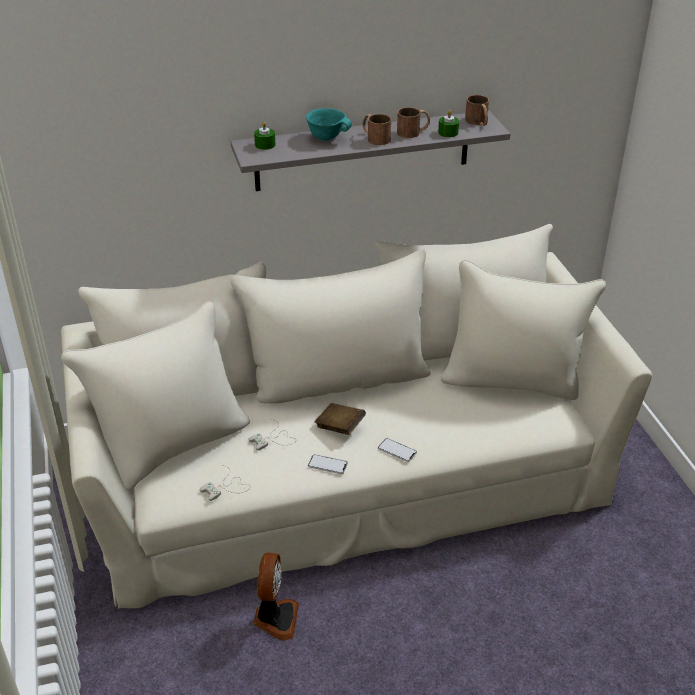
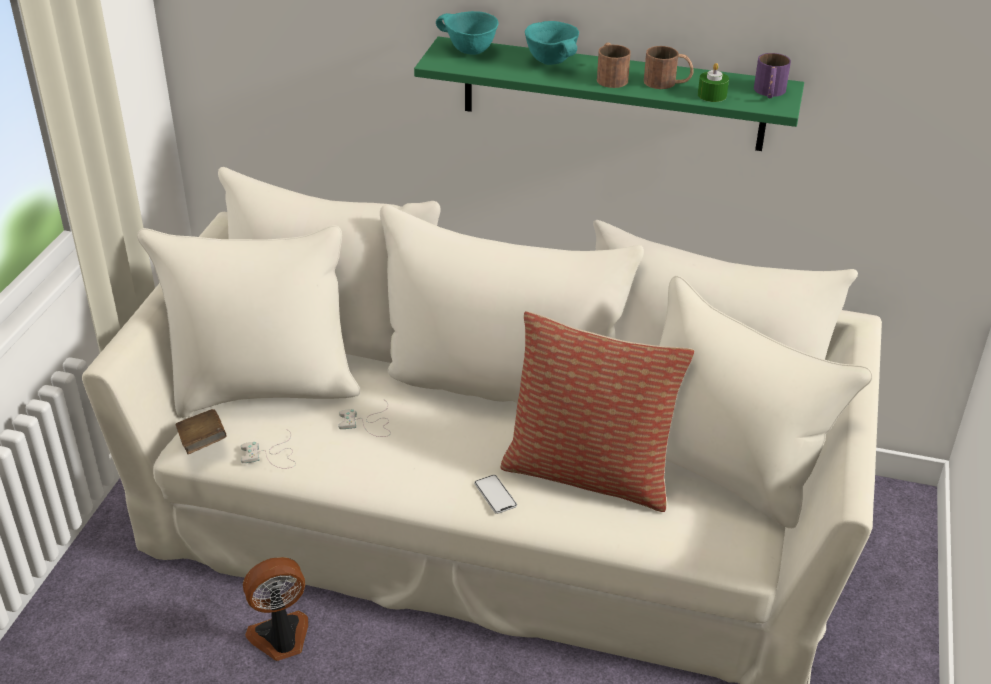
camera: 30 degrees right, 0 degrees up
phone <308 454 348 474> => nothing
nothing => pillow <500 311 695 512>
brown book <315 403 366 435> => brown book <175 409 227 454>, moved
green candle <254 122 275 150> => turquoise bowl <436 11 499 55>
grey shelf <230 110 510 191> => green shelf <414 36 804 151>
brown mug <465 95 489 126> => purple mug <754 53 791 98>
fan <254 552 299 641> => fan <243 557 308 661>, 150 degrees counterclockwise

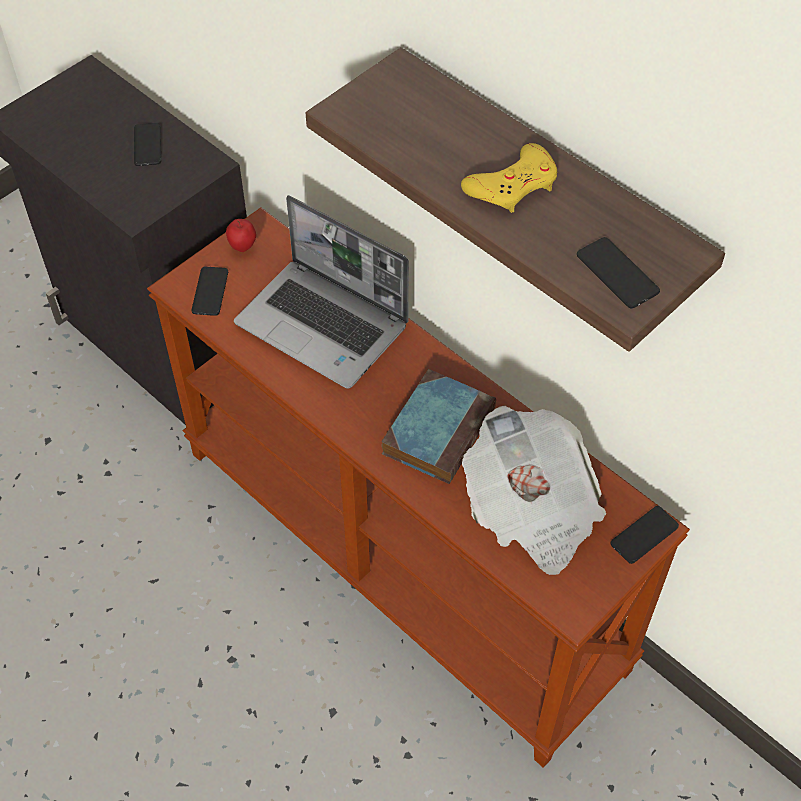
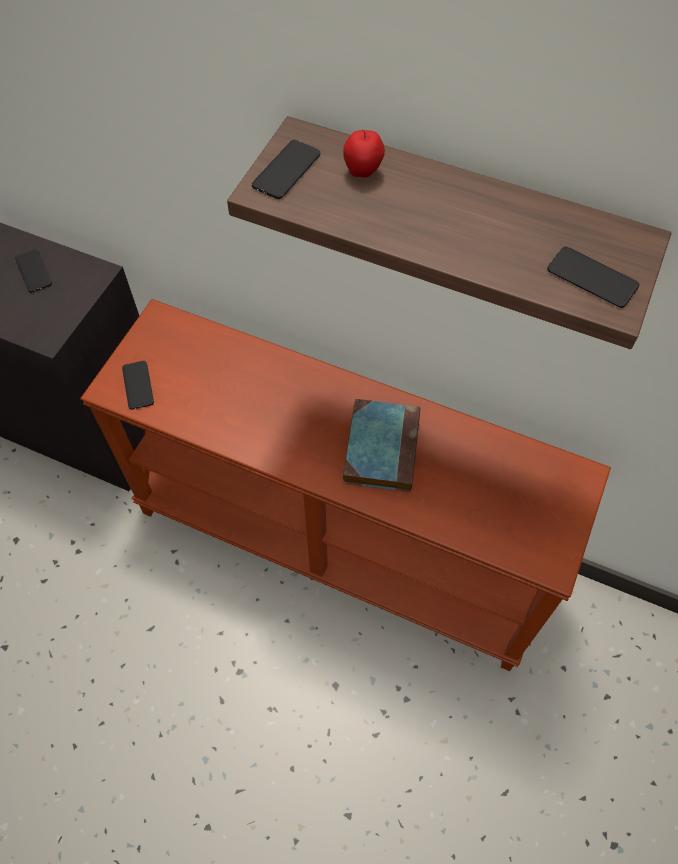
camera: 20 degrees left, 5 degrees up
laptop <234 195 409 389> => nothing
yellow game controller <461 143 557 213> => nothing
newspaper <462 406 606 575> => nothing
apple <226 219 256 252> => apple <343 130 385 178>, moved
phone <610 506 679 564> => phone <252 140 320 199>, moved

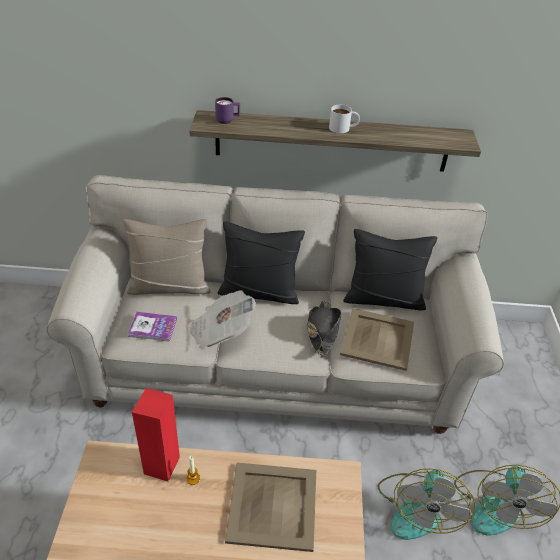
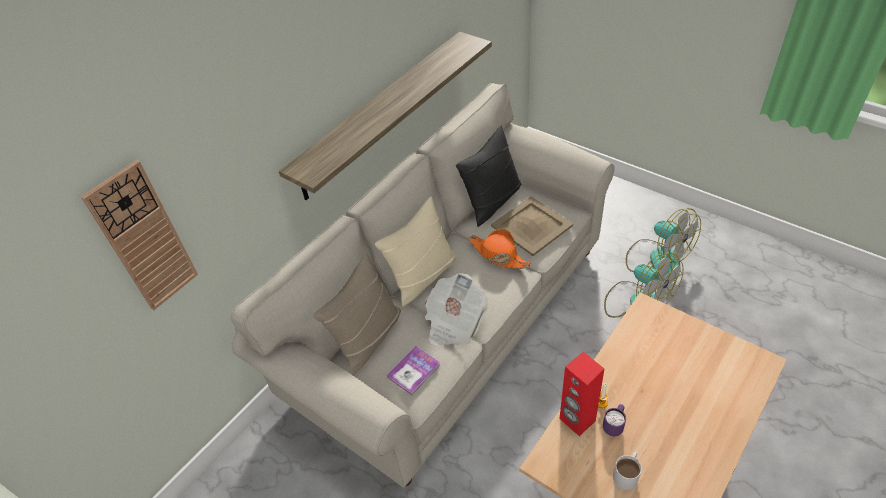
camera: 50 degrees left, 5 degrees up
beige tray <225 462 316 552> => nothing
nothing => wall clock <81 160 198 310>
purple mug <215 97 240 124> => purple mug <603 404 626 436>, moved
white mug <329 105 360 133> => white mug <613 452 642 490>, moved
black pillow <218 221 305 304> => beige pillow <375 197 457 307>
black hat <307 300 341 356> => orange hat <469 229 531 269>

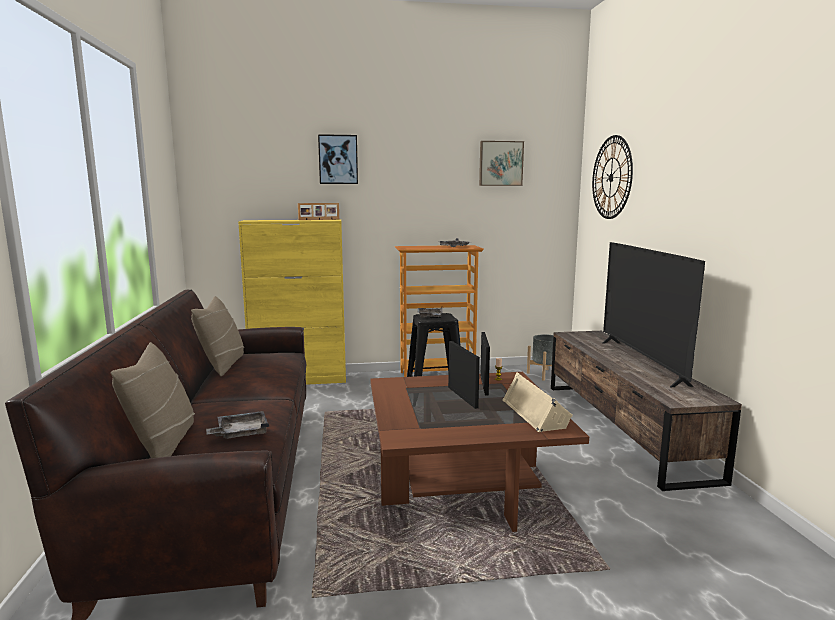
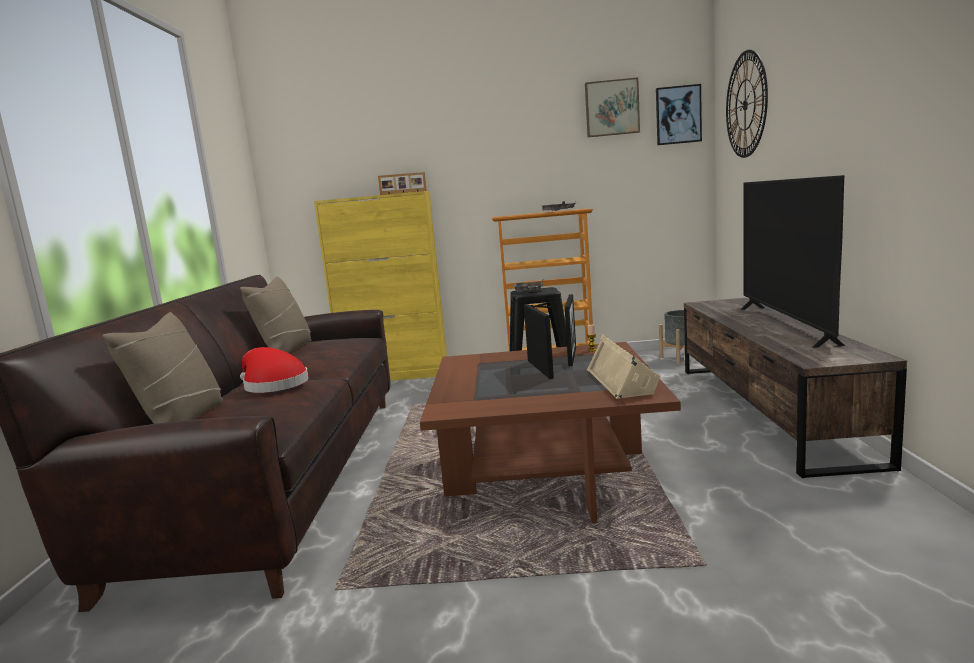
camera: 10 degrees right, 0 degrees up
grey tray <206 411 269 439> => nothing
nothing => red hat <240 347 309 393>
picture <318 134 358 184> => picture <656 84 702 146>, moved

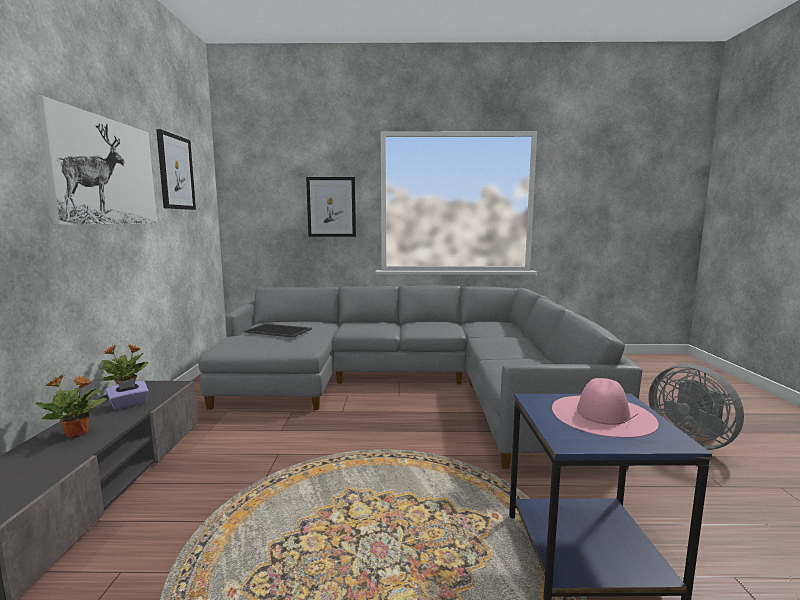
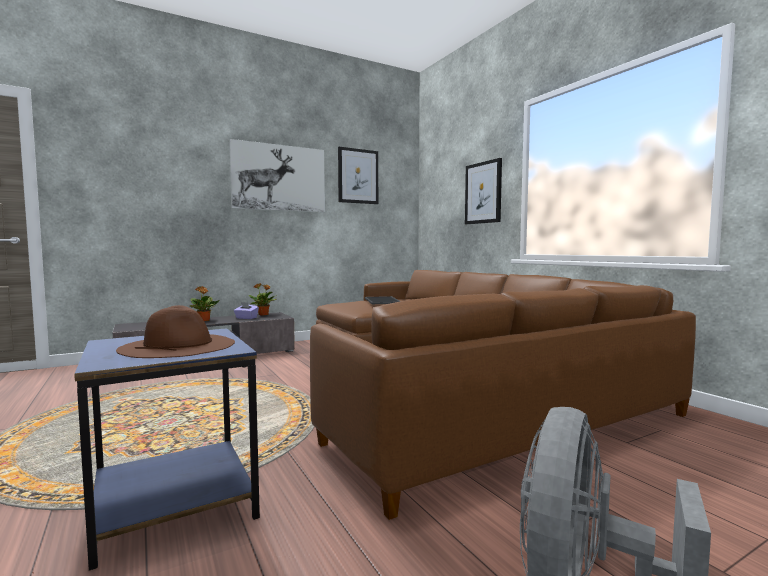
camera: 60 degrees right, 5 degrees down
grey sofa <198 285 643 470> => brown sofa <310 270 696 520>
pink hat <552 378 659 438> => brown hat <116 305 235 358>

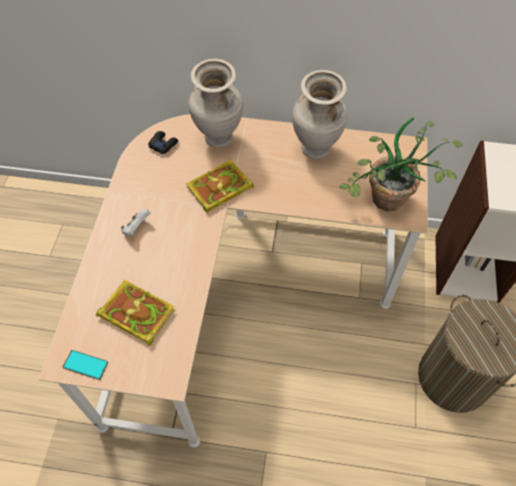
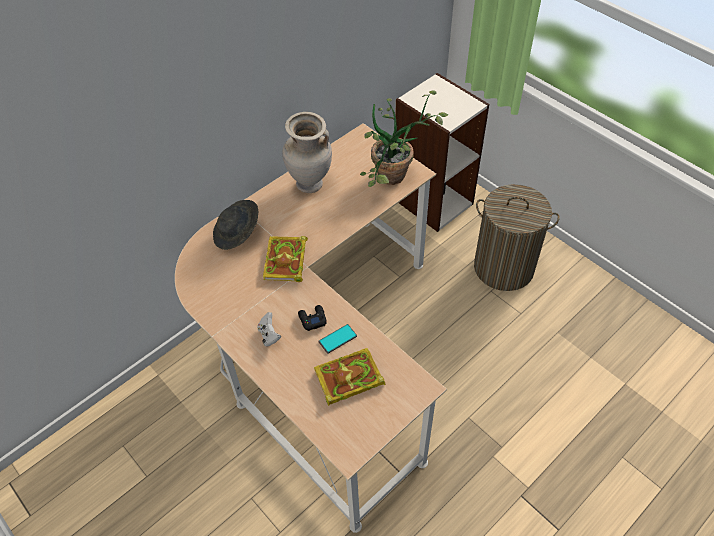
camera: 50 degrees left, 5 degrees down
phone <63 350 108 380> => phone <319 324 357 354>, moved
black game controller <148 131 178 154> => black game controller <298 305 327 331>, moved
beige vase <188 59 243 148> => grey hat <213 200 258 250>

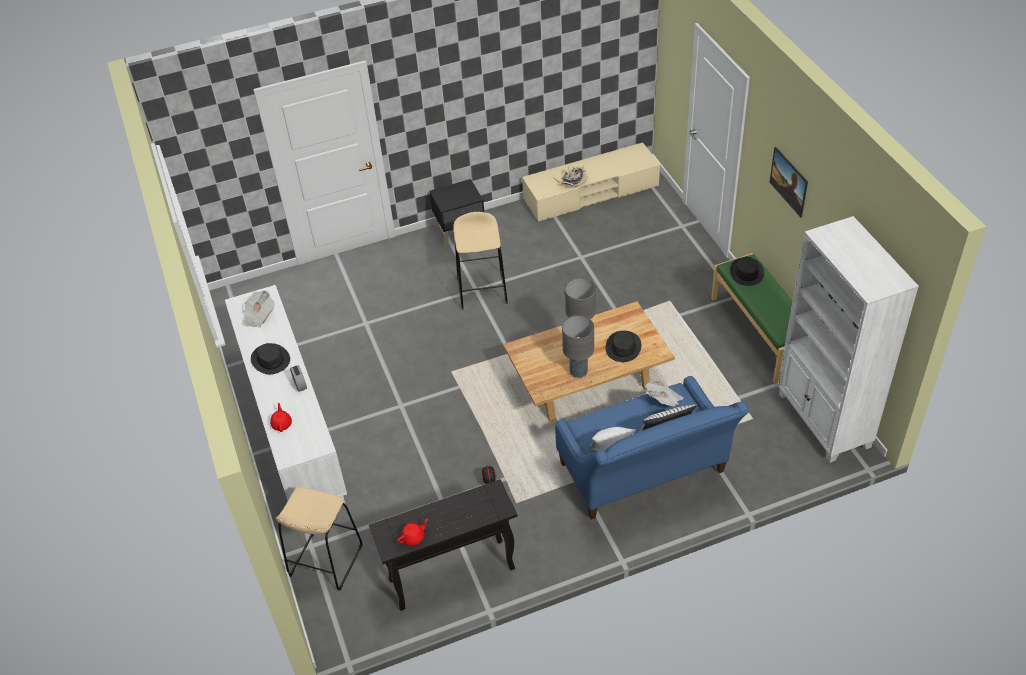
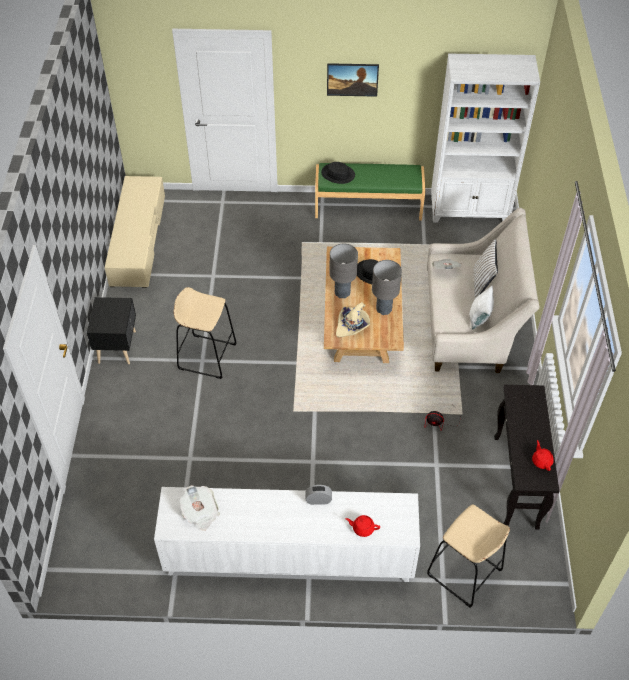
camera: 70 degrees left, 5 degrees up
black hat <251 343 290 374> => nothing
beige hat <553 164 588 187> => beige hat <336 302 370 338>, moved
blue sofa <555 376 749 520> => beige sofa <427 208 539 373>

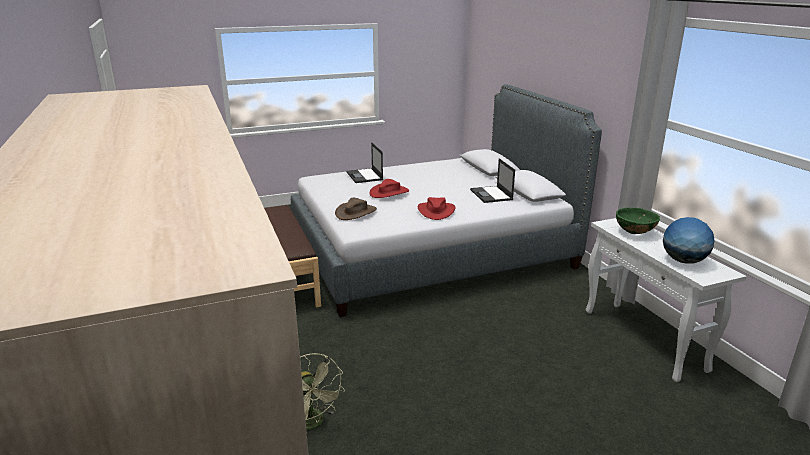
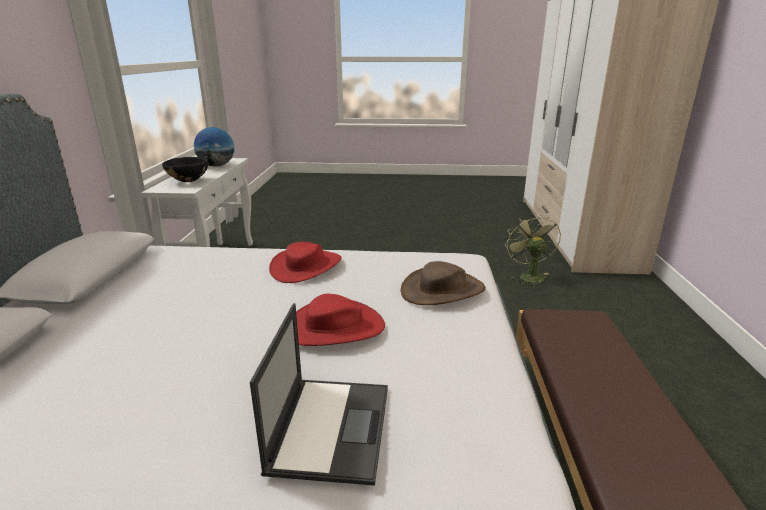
camera: 155 degrees left, 0 degrees up
laptop <470 158 515 203> => nothing
green bowl <616 208 660 234> => black bowl <162 157 208 182>

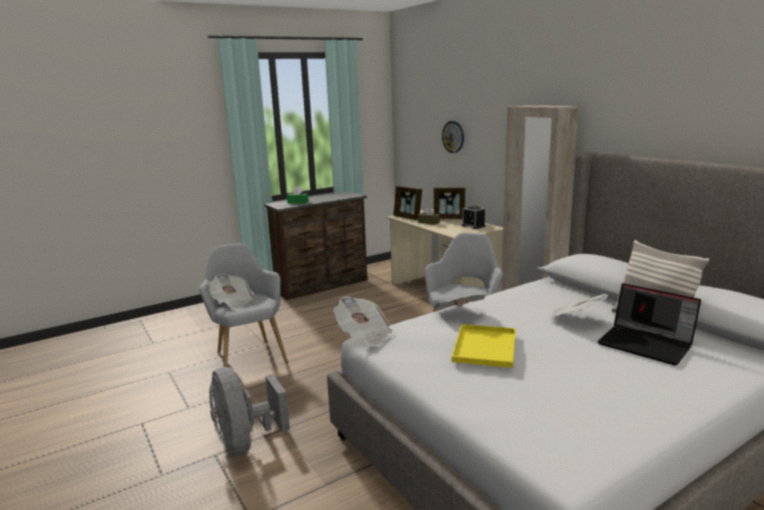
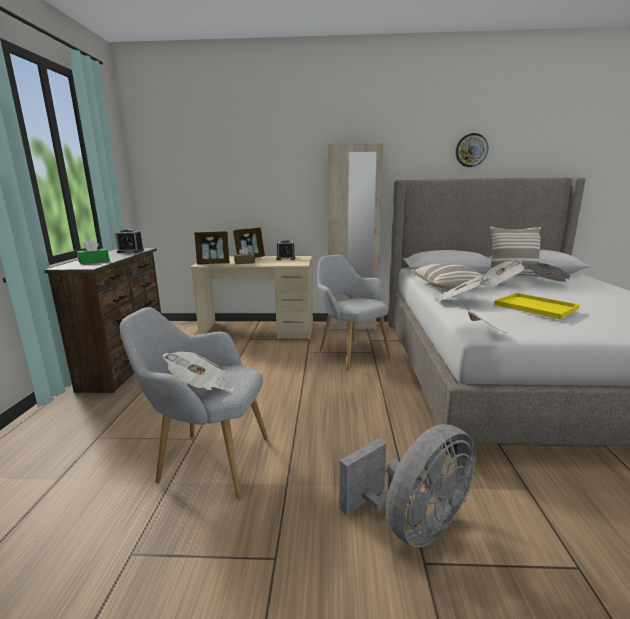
camera: 55 degrees left, 0 degrees up
nothing => alarm clock <115 229 144 253>
nothing => pillow <411 263 489 289>
wall clock <442 121 464 153> => wall clock <455 133 488 167>, moved
laptop <597 283 701 365> => newspaper <527 263 570 282>
grey fan <209 367 290 456> => grey fan <339 424 476 547>, 45 degrees counterclockwise

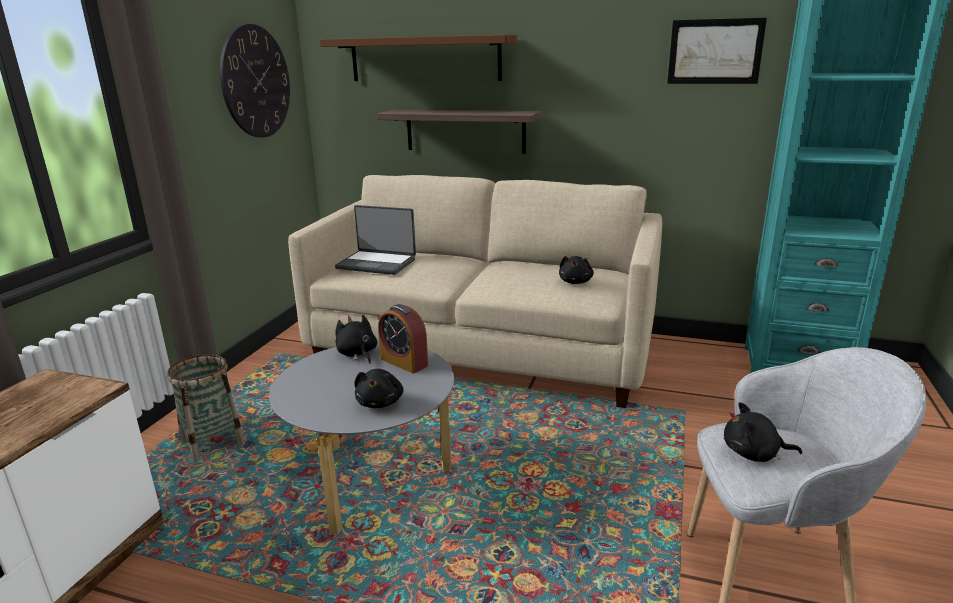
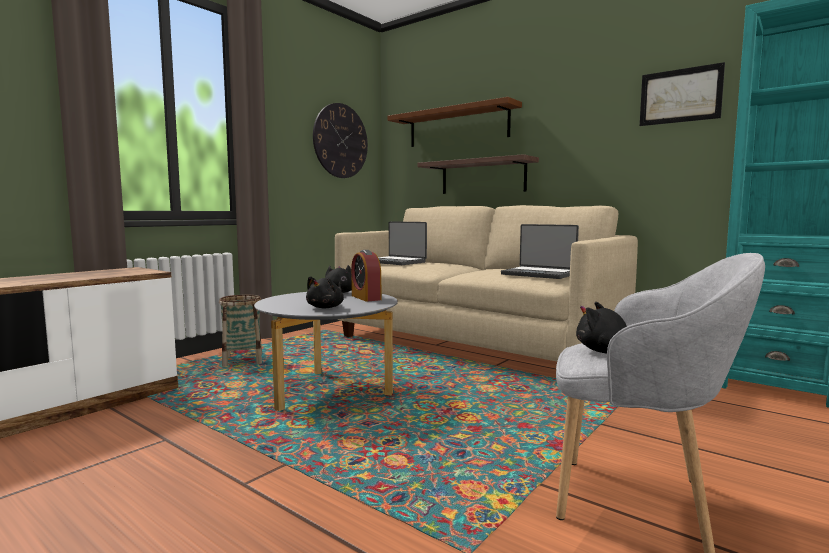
camera: 20 degrees right, 15 degrees down
black plush toy <559 256 594 284> => laptop <501 224 579 279>

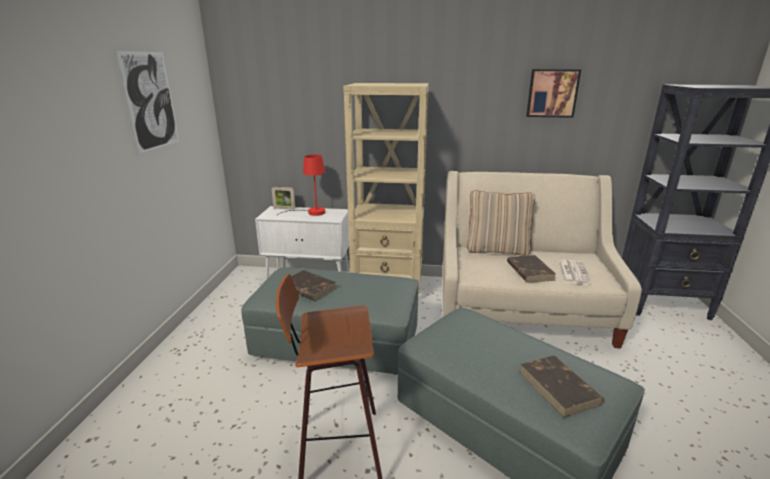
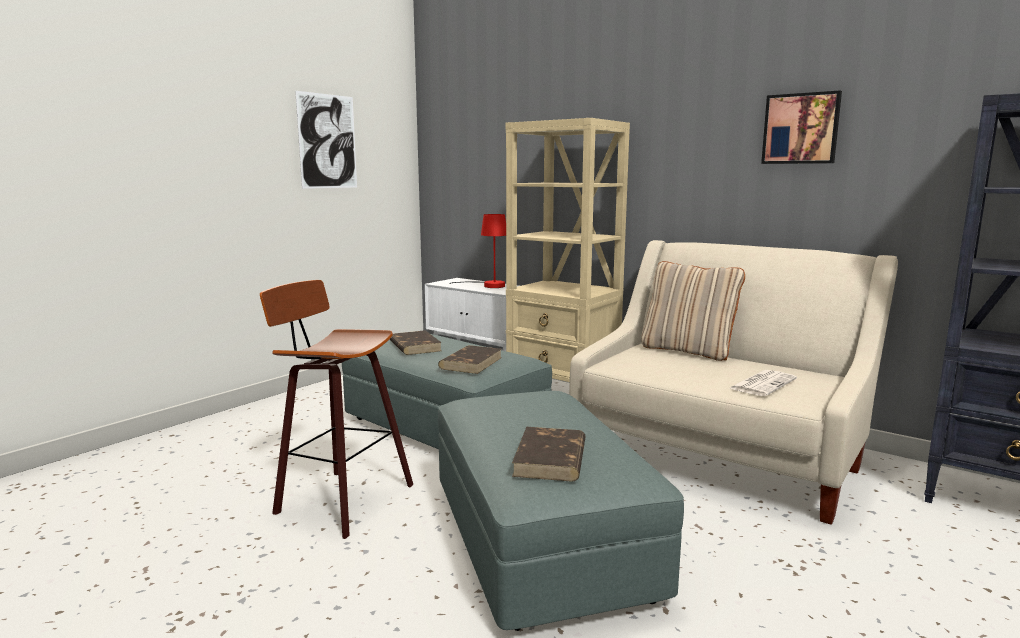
camera: 30 degrees right, 10 degrees down
picture frame <272 187 295 210> => nothing
brown book <507 255 556 283> => brown book <438 345 502 374>, moved

